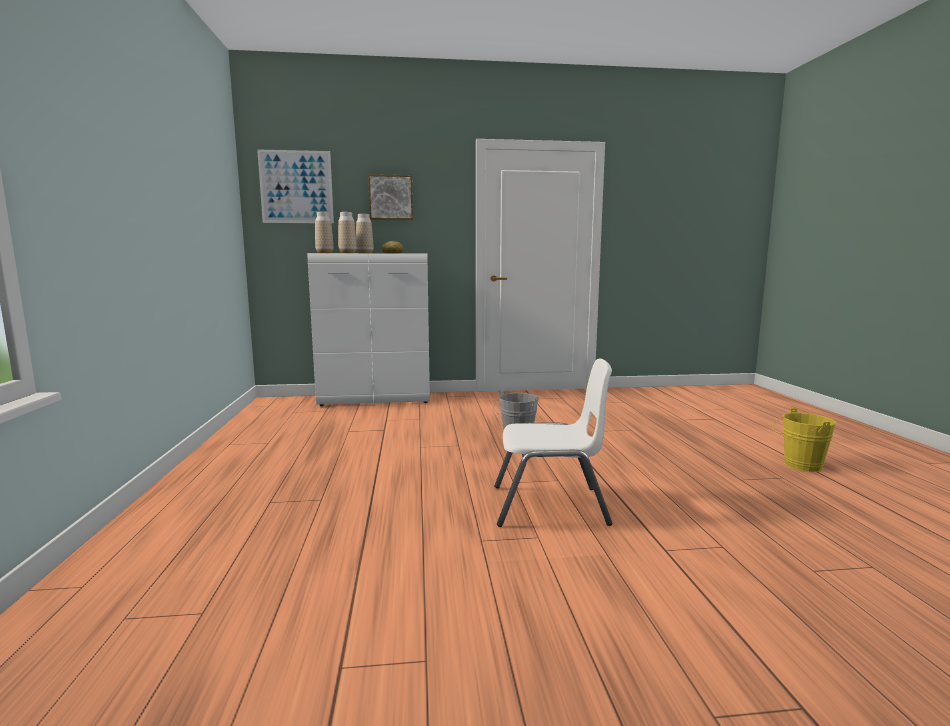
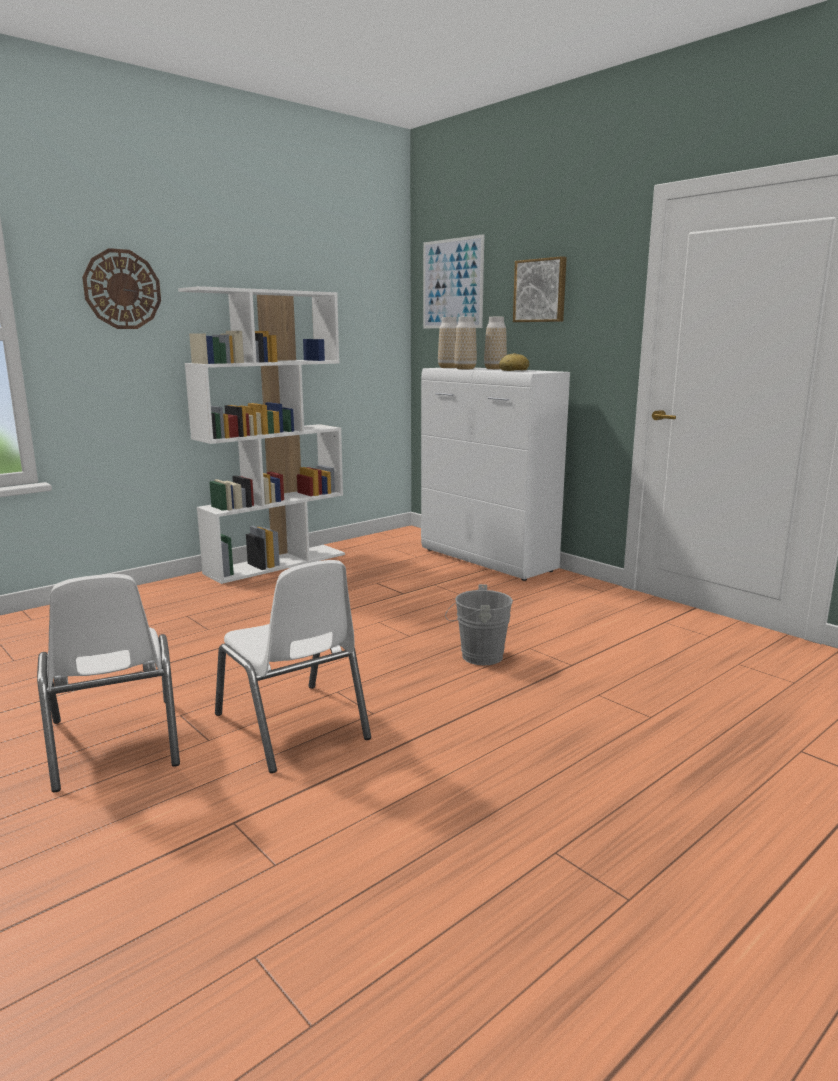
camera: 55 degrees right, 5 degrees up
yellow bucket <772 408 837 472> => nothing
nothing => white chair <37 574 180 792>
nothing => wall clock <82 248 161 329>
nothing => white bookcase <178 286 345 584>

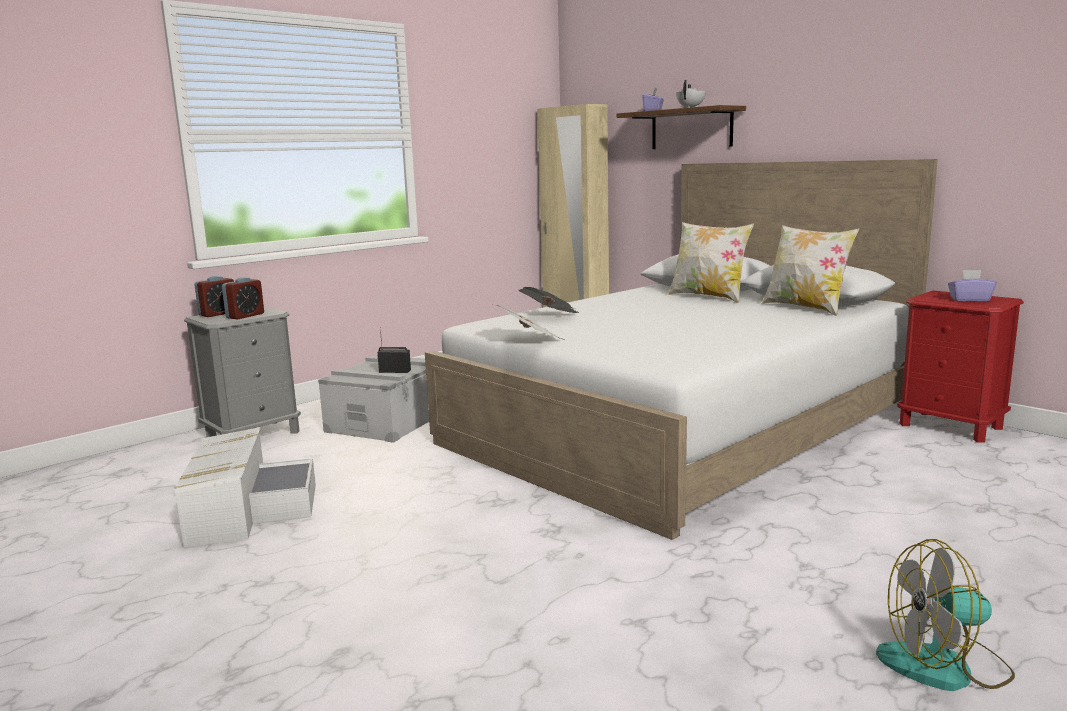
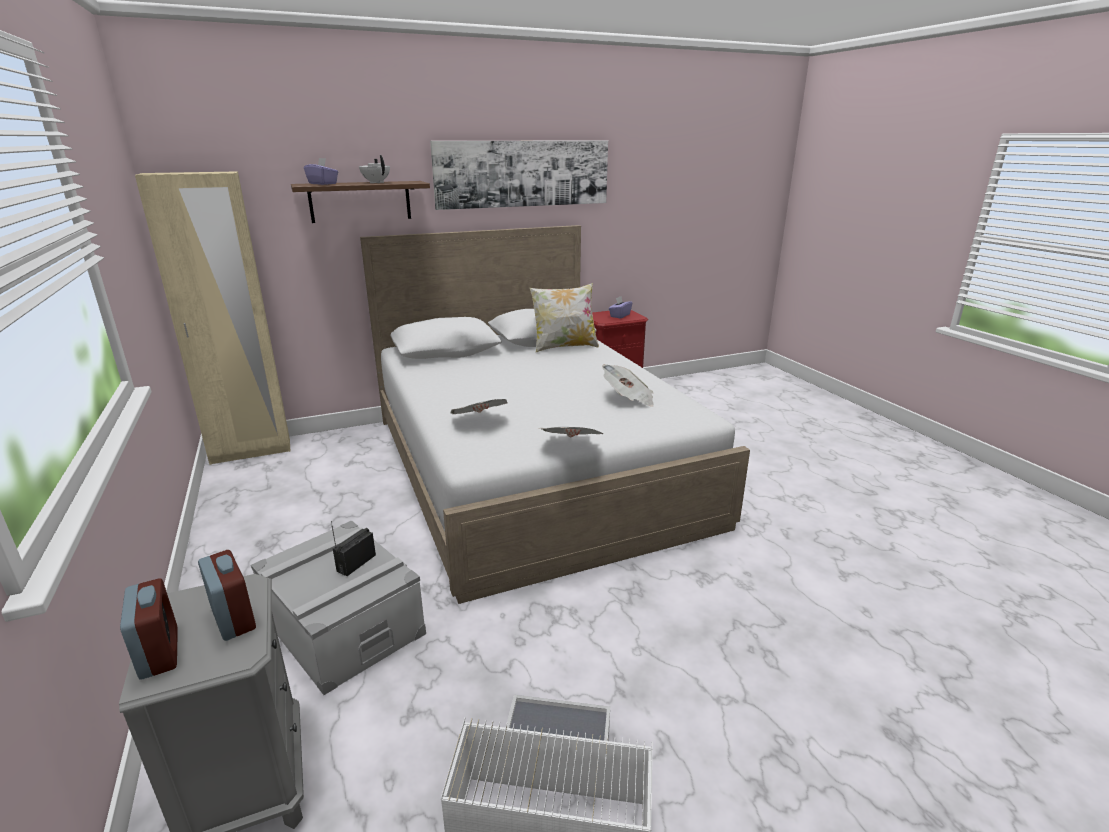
camera: 70 degrees left, 10 degrees up
pillow <668 222 754 303> => nothing
fan <876 539 1015 691> => nothing
nothing => picture <430 140 608 210>
nothing => newspaper <602 364 654 407>

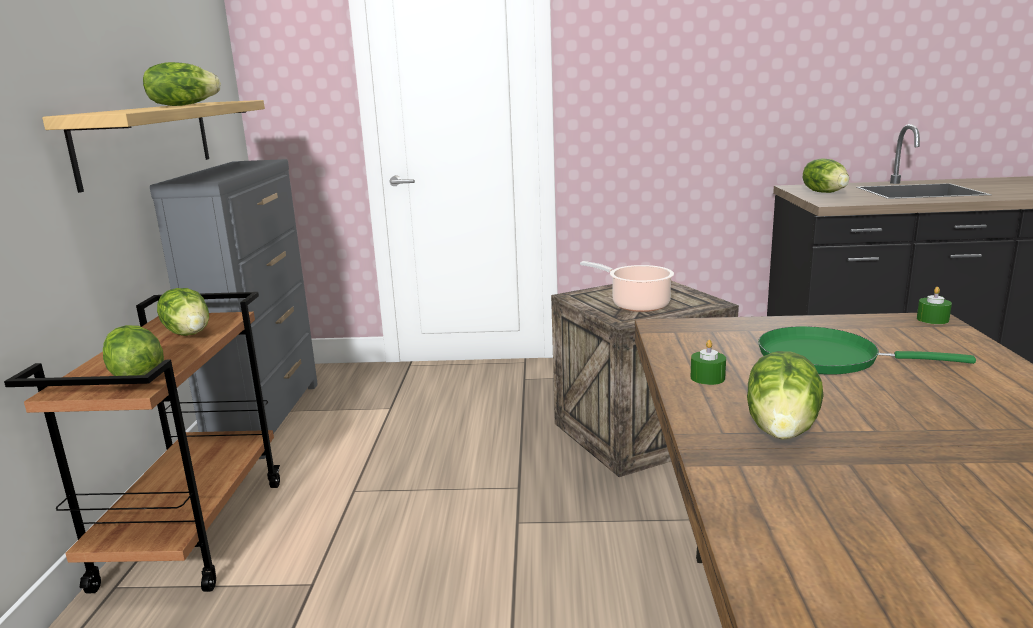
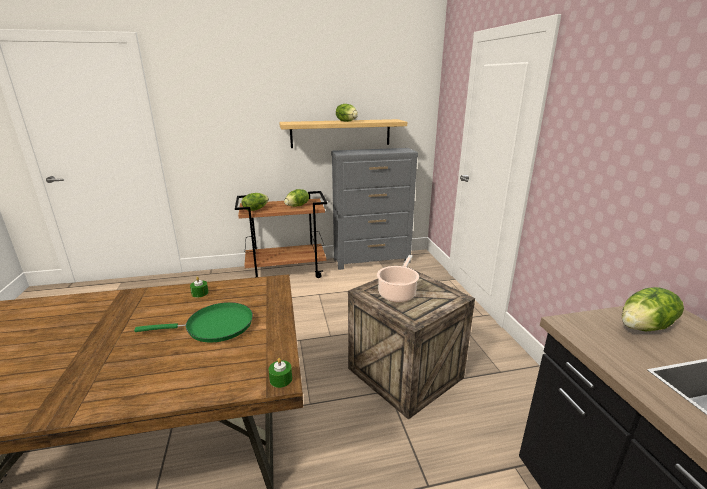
camera: 75 degrees right, 5 degrees up
lettuce <747 351 824 440> => nothing
green frying pan <758 326 976 375> => green frying pan <134 302 253 343>, 75 degrees clockwise

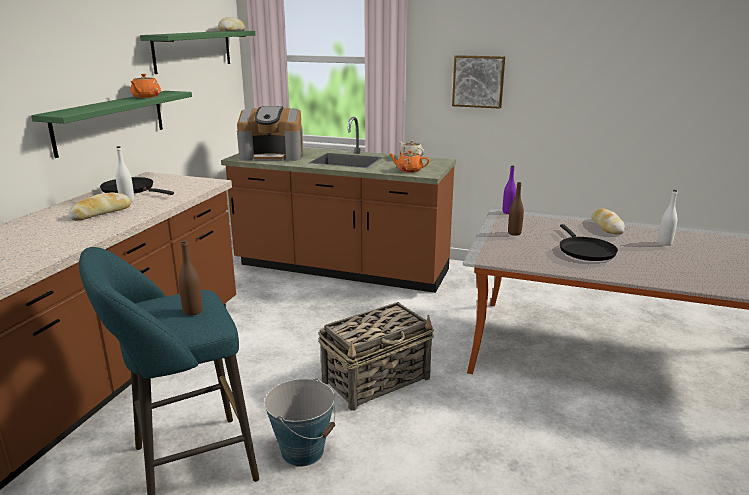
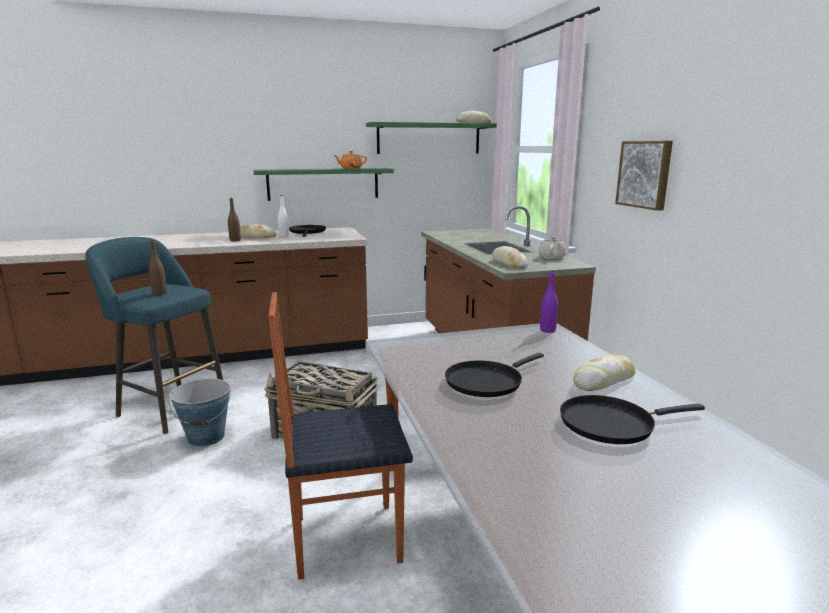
camera: 55 degrees right, 5 degrees down
coffee machine <237 106 304 161> => nothing
nothing => chair <268 292 413 580>
brown bottle <508 182 524 236> => brown bottle <228 198 241 241>, moved
orange teapot <388 150 430 173> => bread <492 246 528 268>
white bottle <658 190 677 245> => black frying pan <560 395 705 444>

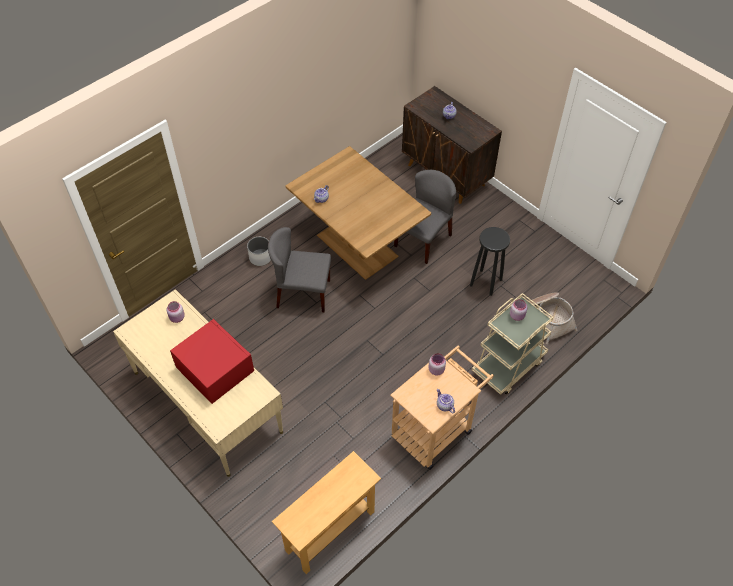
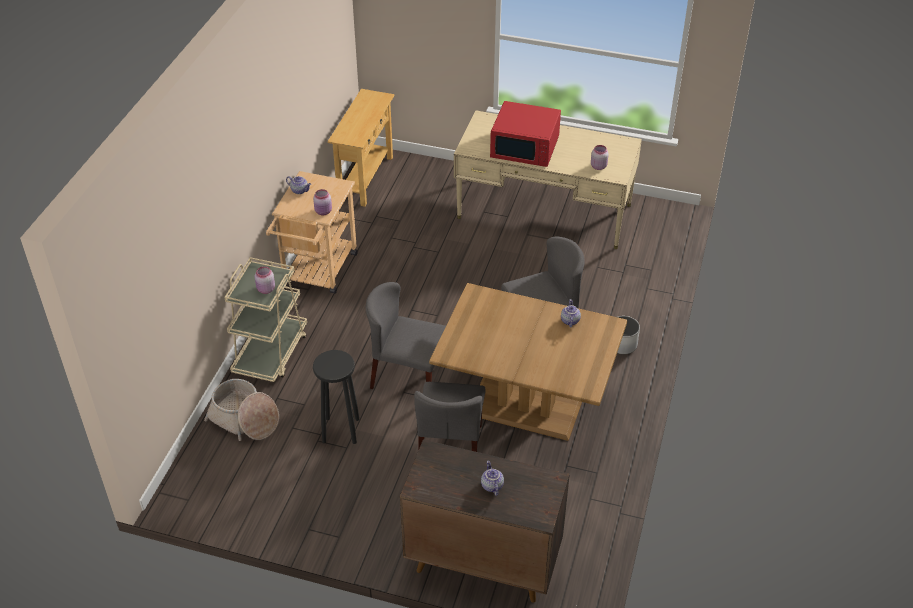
camera: 150 degrees right, 10 degrees down
nothing => grey chair <366 282 446 389>

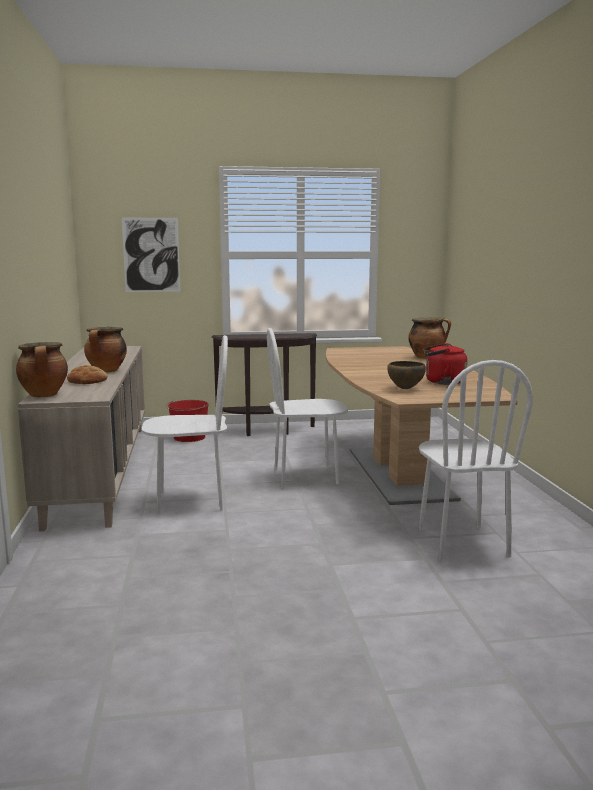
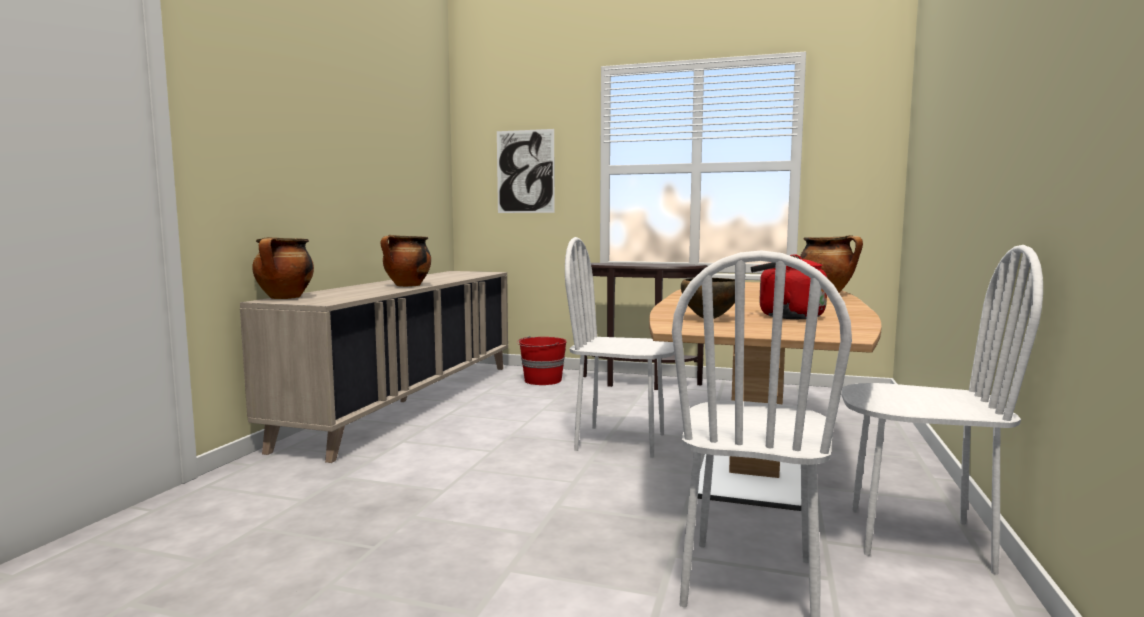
camera: 25 degrees right, 5 degrees down
bread <67 365 108 384> => nothing
white chair <142 335 228 514> => white chair <841 245 1043 575>, moved

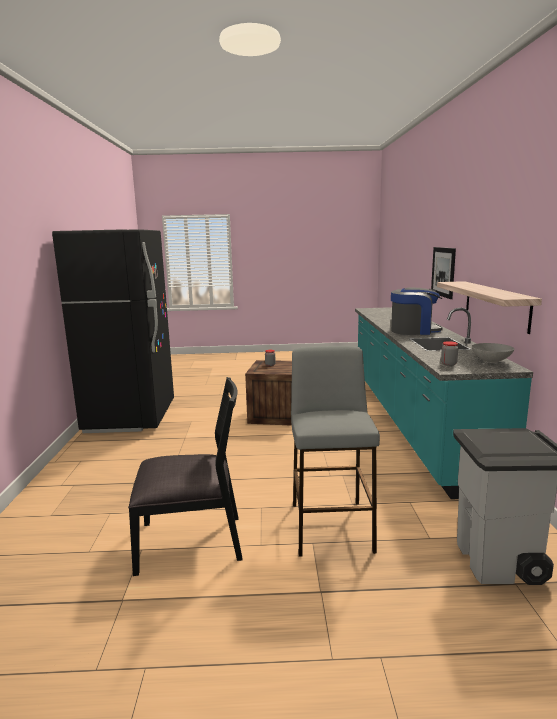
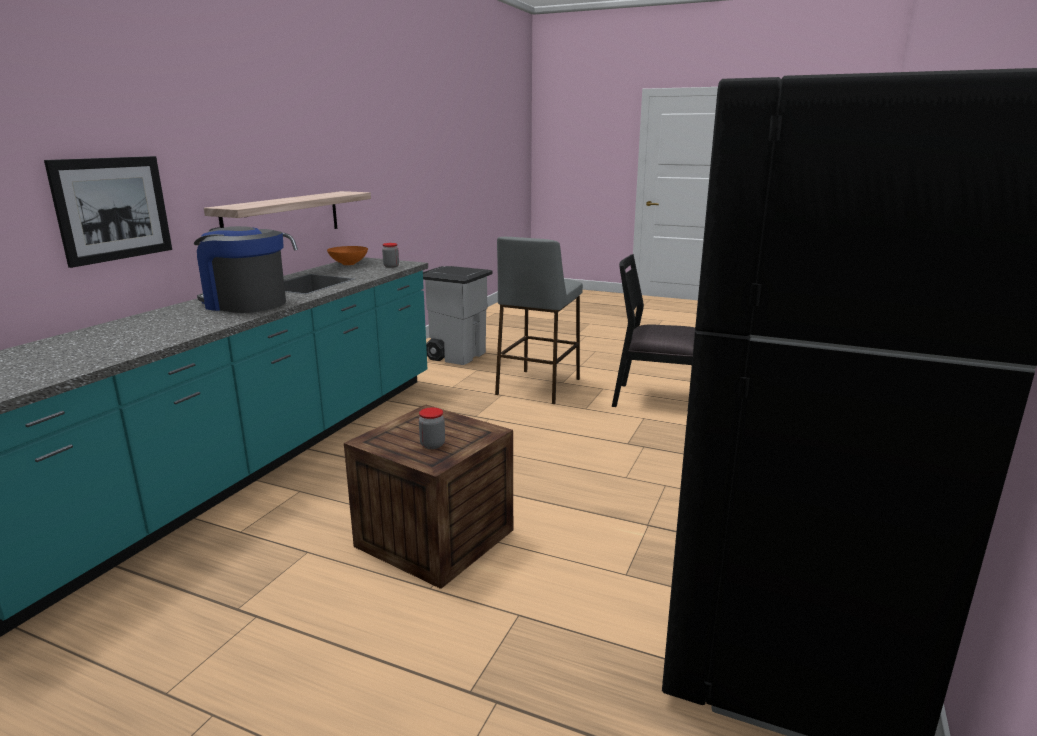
camera: 155 degrees left, 5 degrees up
grey bowl <472 343 515 363> => orange bowl <327 246 368 265>

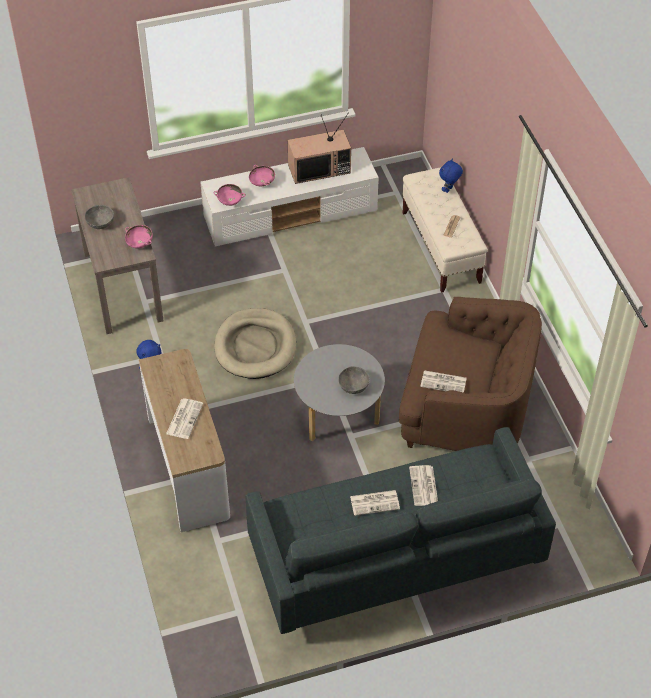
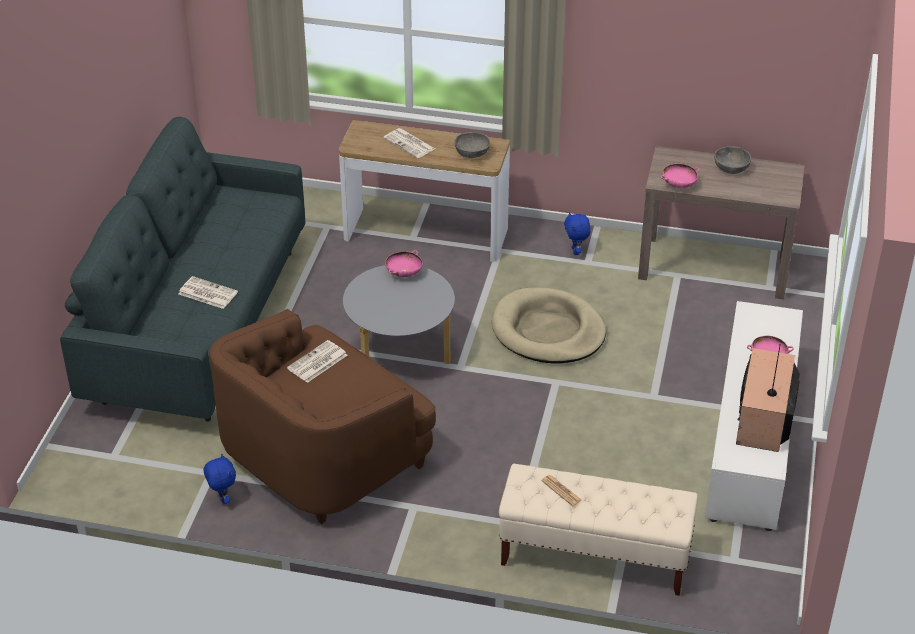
camera: 120 degrees right, 10 degrees down
newspaper <350 490 400 516> => nothing
pink bowl <213 184 246 206> => pink bowl <385 250 423 277>, moved
grey bowl <339 366 369 394> => grey bowl <454 132 490 158>, moved
blue plush toy <439 158 463 193> => blue plush toy <203 454 236 504>, moved

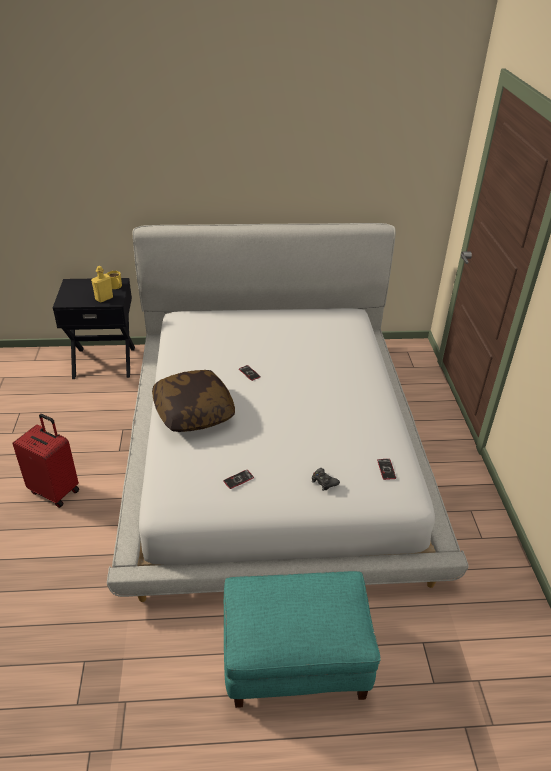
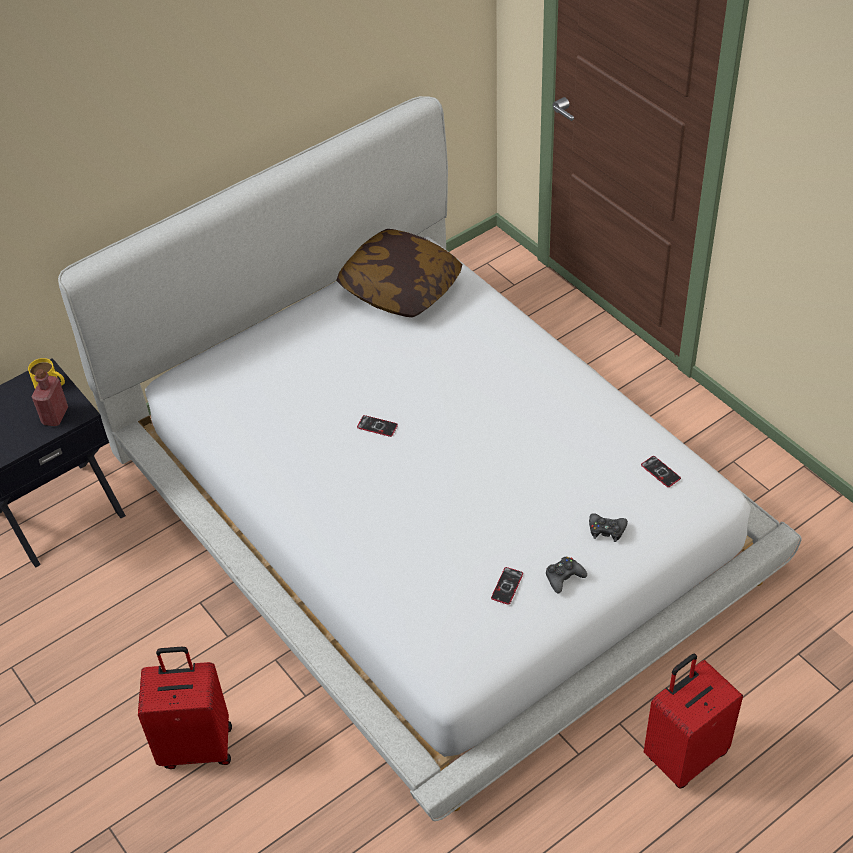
camera: 30 degrees left, 10 degrees up
nothing => black game controller <546 557 587 593>
pillow <152 370 235 432> => pillow <336 229 462 317>, moved
turquoise ottoman <224 571 381 708> => red suitcase <644 653 743 789>
yellow bottle <91 266 113 302> => red bottle <31 369 68 426>

